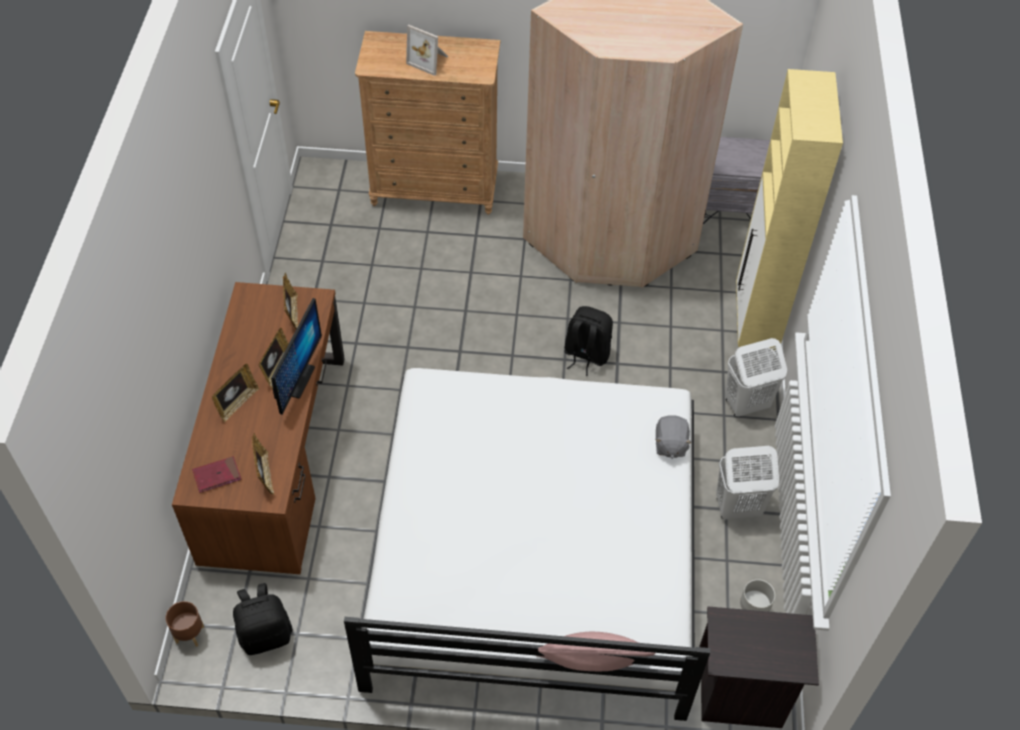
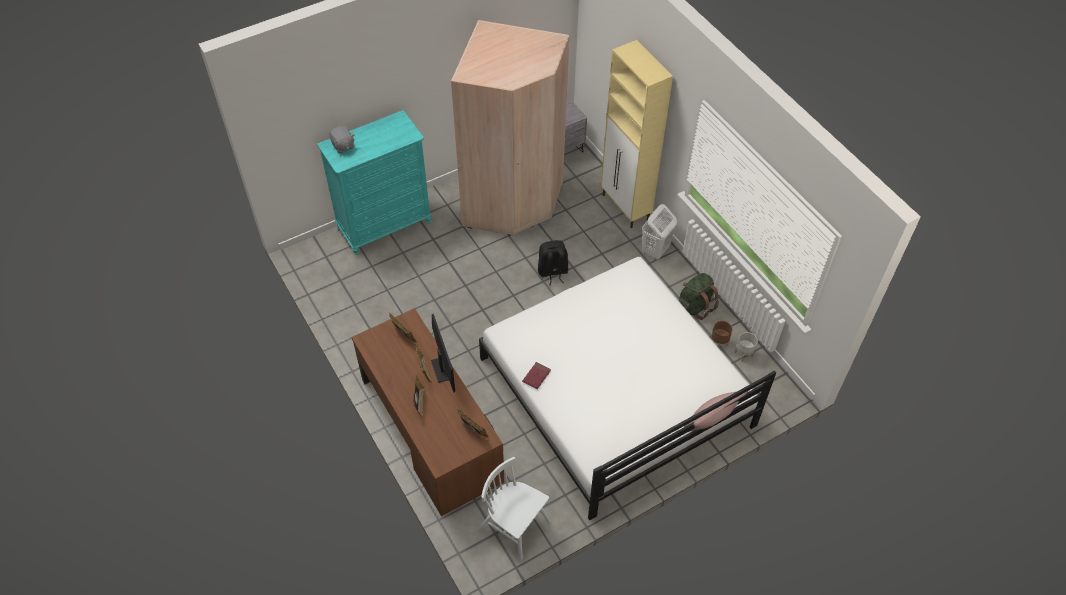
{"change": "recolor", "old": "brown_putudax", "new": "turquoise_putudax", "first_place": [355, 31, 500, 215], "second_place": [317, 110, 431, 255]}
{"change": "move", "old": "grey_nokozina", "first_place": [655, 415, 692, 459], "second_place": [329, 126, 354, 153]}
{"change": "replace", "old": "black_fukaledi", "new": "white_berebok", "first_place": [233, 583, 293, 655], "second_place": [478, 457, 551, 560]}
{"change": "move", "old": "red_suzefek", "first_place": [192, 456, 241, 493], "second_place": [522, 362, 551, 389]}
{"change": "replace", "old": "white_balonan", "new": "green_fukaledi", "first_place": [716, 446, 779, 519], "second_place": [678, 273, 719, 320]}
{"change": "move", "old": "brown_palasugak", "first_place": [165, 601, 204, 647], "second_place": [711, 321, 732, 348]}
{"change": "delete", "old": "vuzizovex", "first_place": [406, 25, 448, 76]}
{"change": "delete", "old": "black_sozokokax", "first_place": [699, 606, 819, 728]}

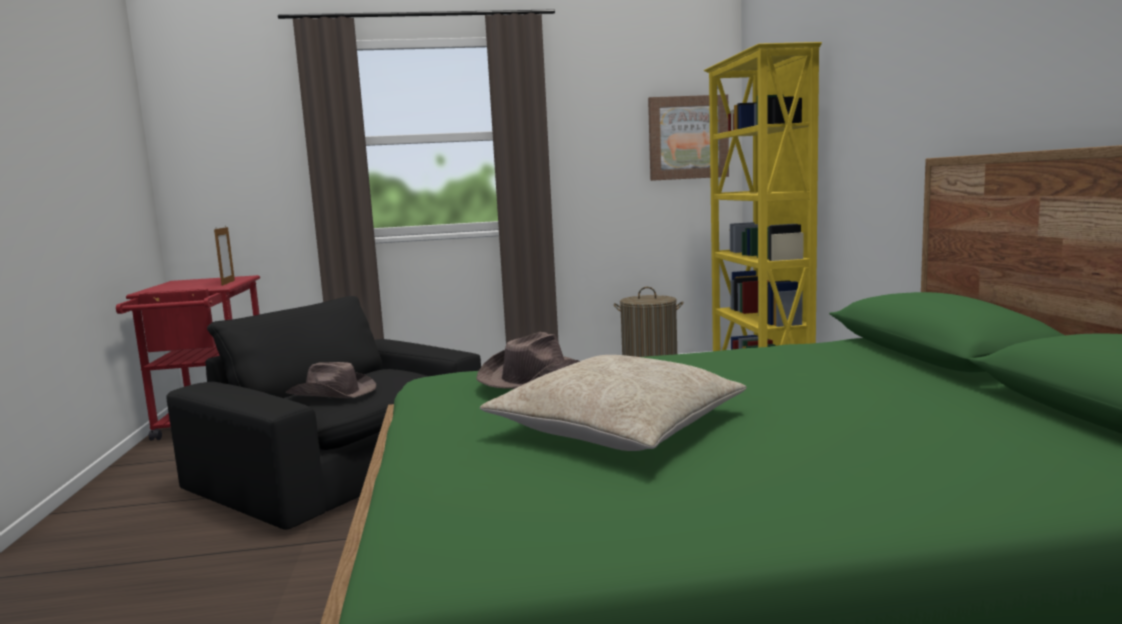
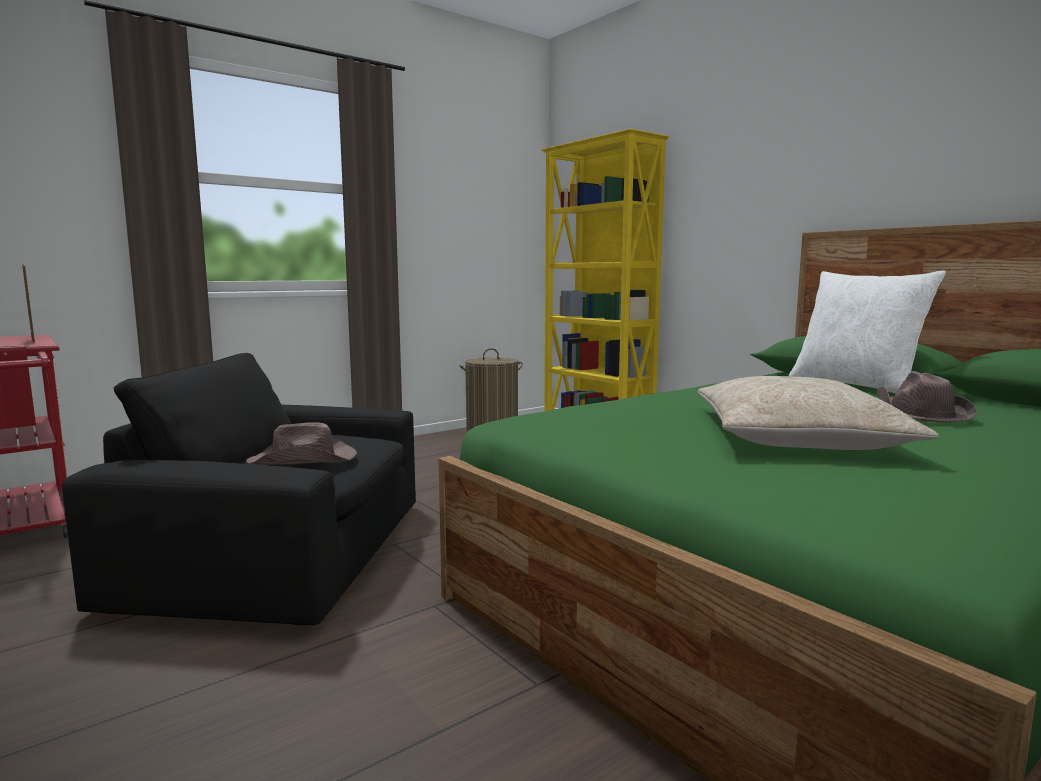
{"change": "insert", "new": "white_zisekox", "second_place": [789, 271, 946, 394]}
{"change": "move", "old": "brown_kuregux", "first_place": [476, 332, 580, 389], "second_place": [876, 371, 977, 423]}
{"change": "delete", "old": "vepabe", "first_place": [648, 95, 729, 181]}

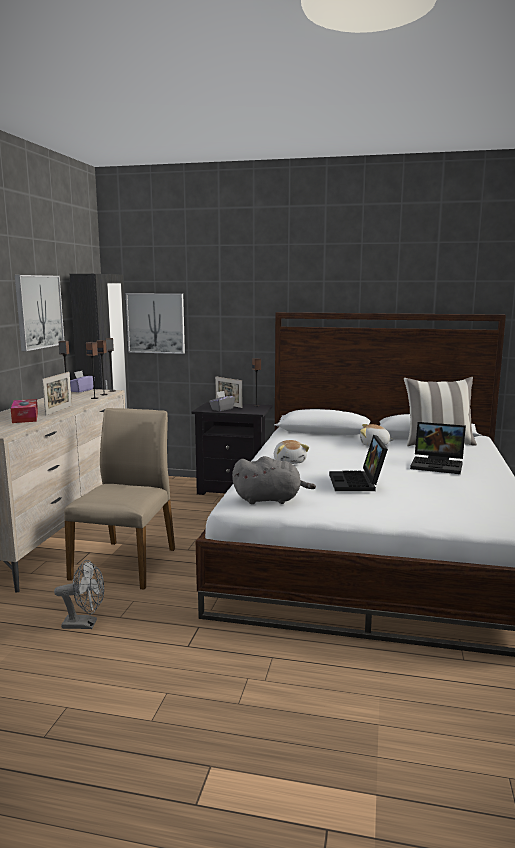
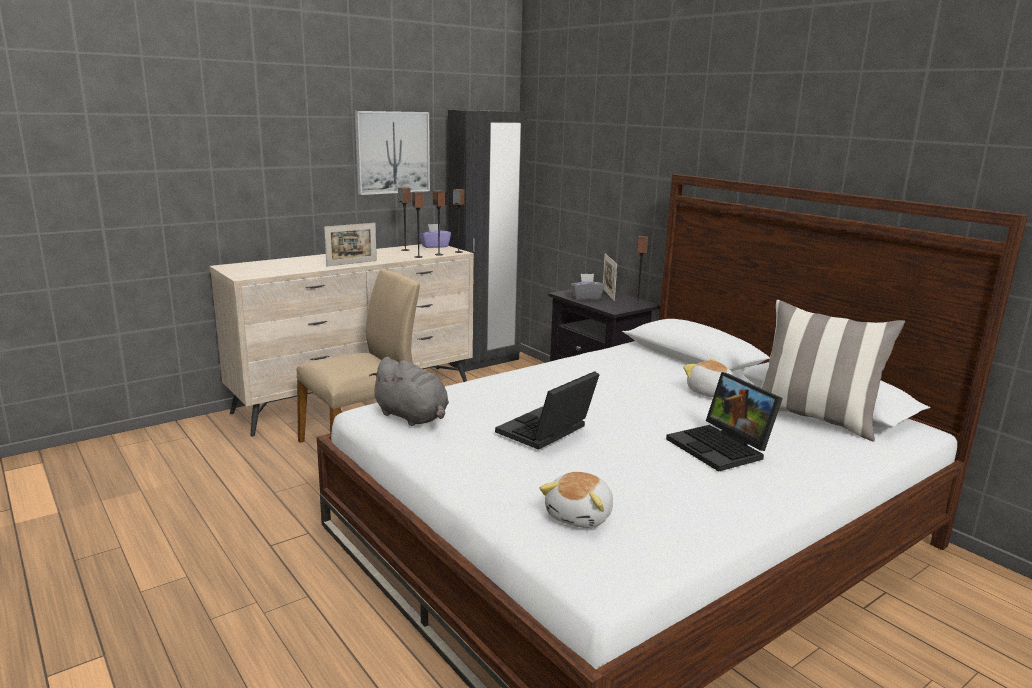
{"change": "move", "old": "nokozina", "first_place": [274, 440, 309, 464], "second_place": [540, 472, 613, 528]}
{"change": "delete", "old": "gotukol", "first_place": [11, 399, 38, 423]}
{"change": "delete", "old": "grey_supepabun", "first_place": [54, 560, 104, 629]}
{"change": "delete", "old": "vepabe", "first_place": [126, 293, 185, 354]}

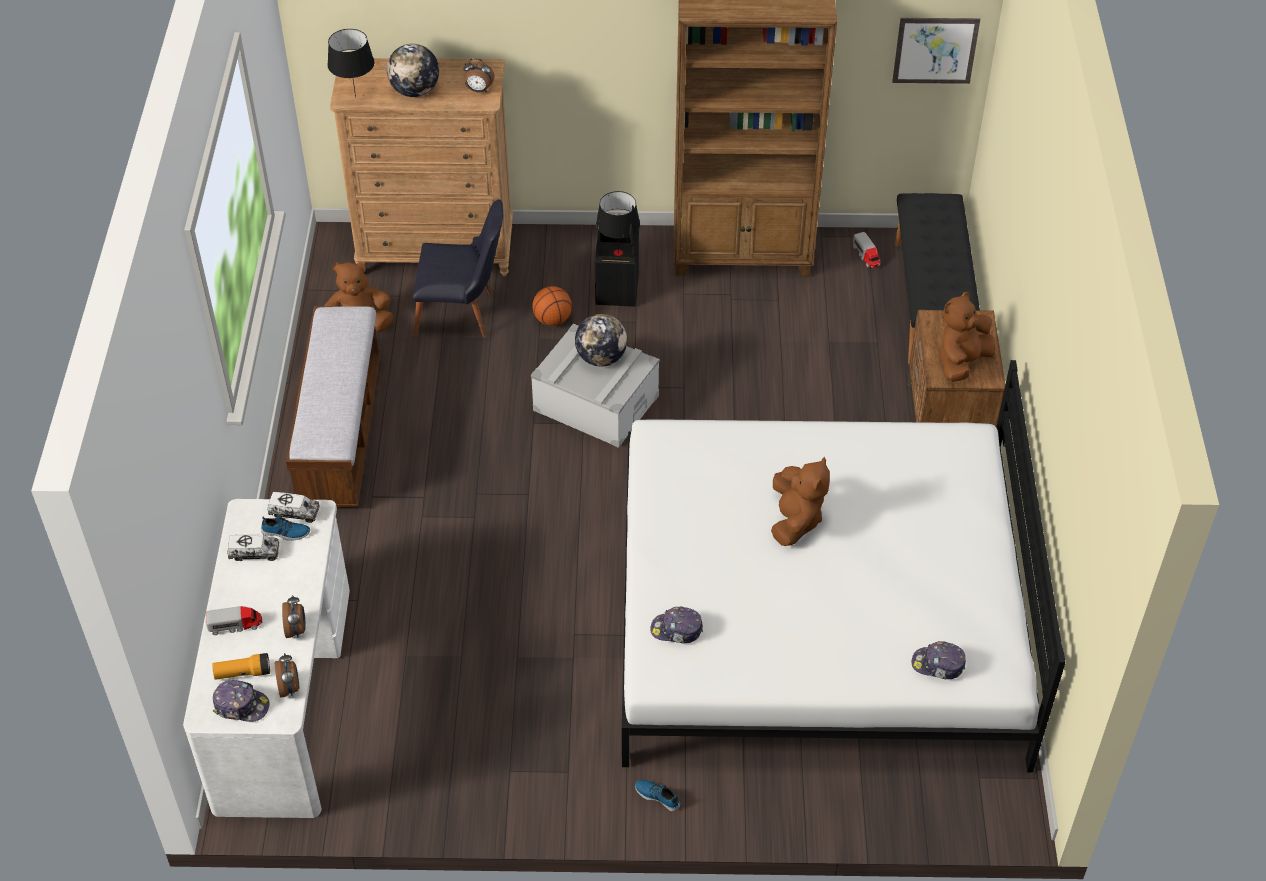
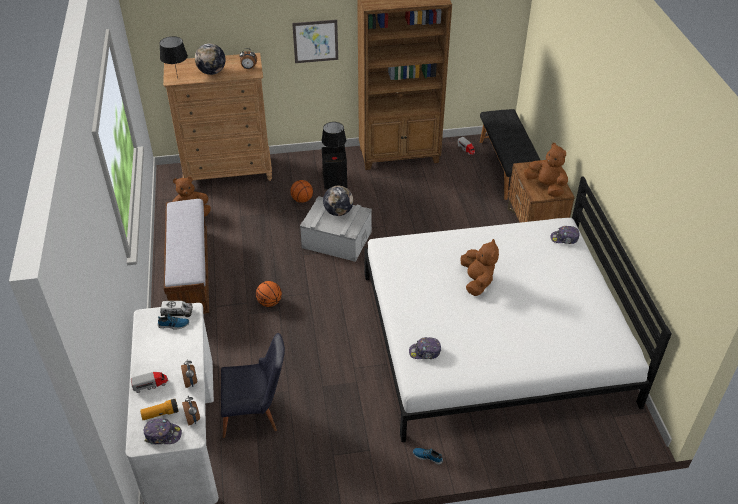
{"change": "move", "old": "black_berebok", "first_place": [413, 199, 503, 338], "second_place": [221, 333, 285, 438]}
{"change": "insert", "new": "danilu", "second_place": [256, 281, 282, 307]}
{"change": "move", "old": "vepabe", "first_place": [892, 18, 980, 84], "second_place": [292, 20, 338, 63]}
{"change": "rotate", "old": "brown_nokozina", "first_place": [940, 292, 996, 382], "second_place": [524, 143, 568, 197], "degrees": 105}
{"change": "move", "old": "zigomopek", "first_place": [911, 641, 966, 679], "second_place": [550, 226, 579, 244]}
{"change": "delete", "old": "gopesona", "first_place": [227, 534, 279, 561]}

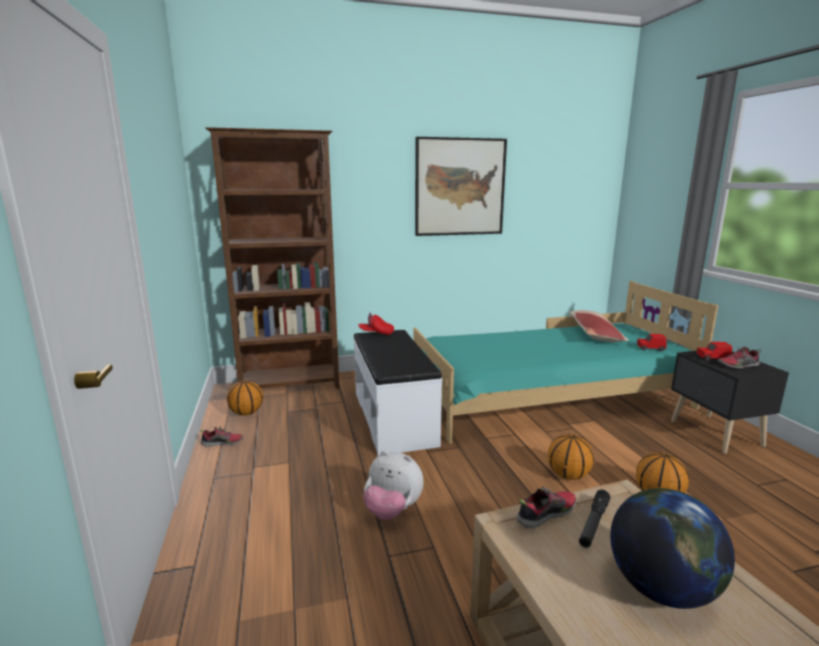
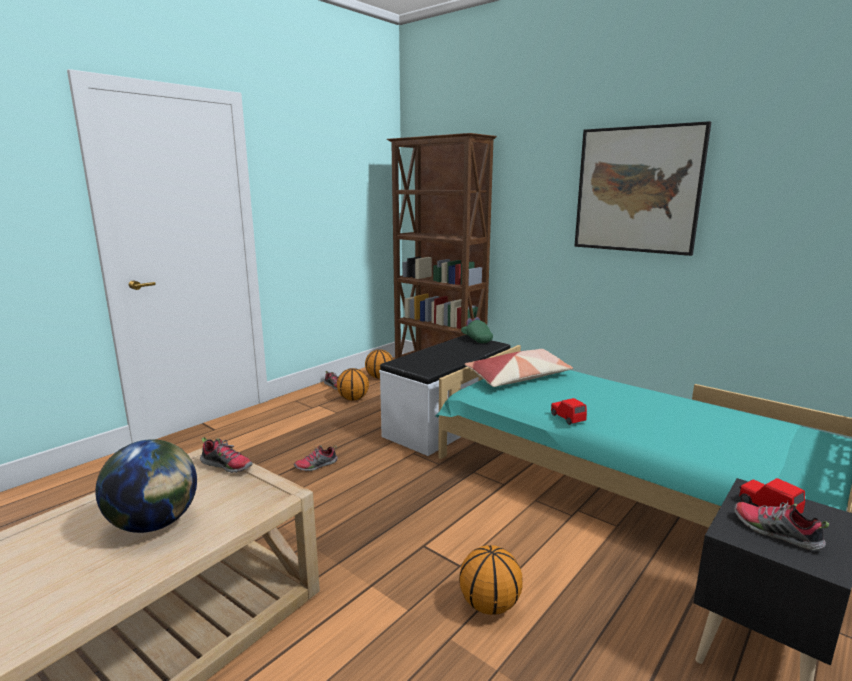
{"change": "replace", "old": "nokozina", "new": "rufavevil", "first_place": [363, 451, 424, 520], "second_place": [294, 445, 338, 471]}
{"change": "move", "old": "danilu", "first_place": [548, 434, 594, 480], "second_place": [337, 368, 369, 401]}
{"change": "recolor", "old": "red_zigomopek", "new": "green_zigomopek", "first_place": [359, 313, 394, 335], "second_place": [461, 317, 493, 343]}
{"change": "move", "old": "zisekox", "first_place": [569, 310, 629, 342], "second_place": [465, 349, 573, 387]}
{"change": "move", "old": "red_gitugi", "first_place": [637, 334, 667, 351], "second_place": [551, 398, 587, 425]}
{"change": "delete", "old": "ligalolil", "first_place": [579, 490, 610, 548]}

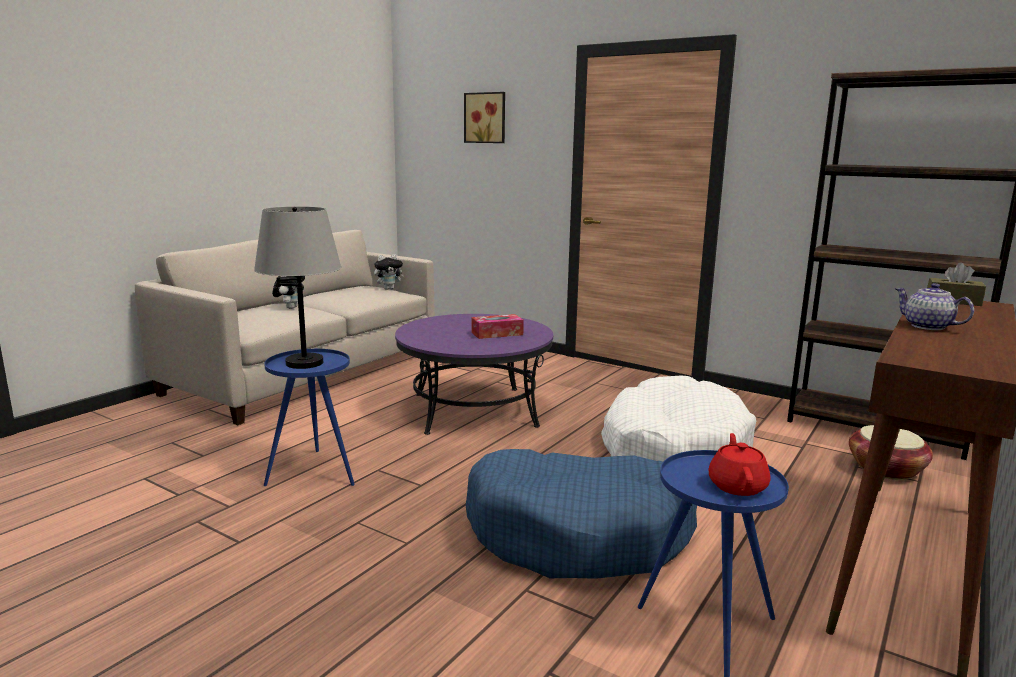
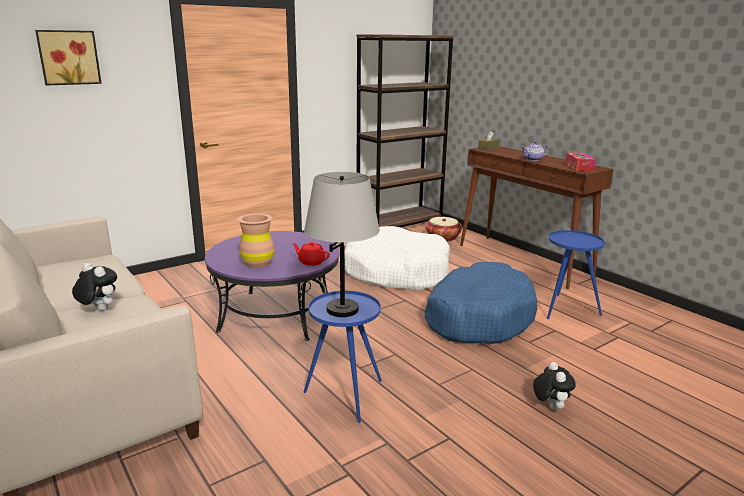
{"change": "insert", "new": "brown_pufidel", "second_place": [237, 213, 275, 268]}
{"change": "move", "old": "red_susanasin", "first_place": [709, 433, 771, 496], "second_place": [292, 242, 330, 266]}
{"change": "move", "old": "nokozina", "first_place": [374, 254, 404, 290], "second_place": [533, 362, 576, 410]}
{"change": "move", "old": "gotukol", "first_place": [471, 314, 524, 339], "second_place": [565, 152, 596, 171]}

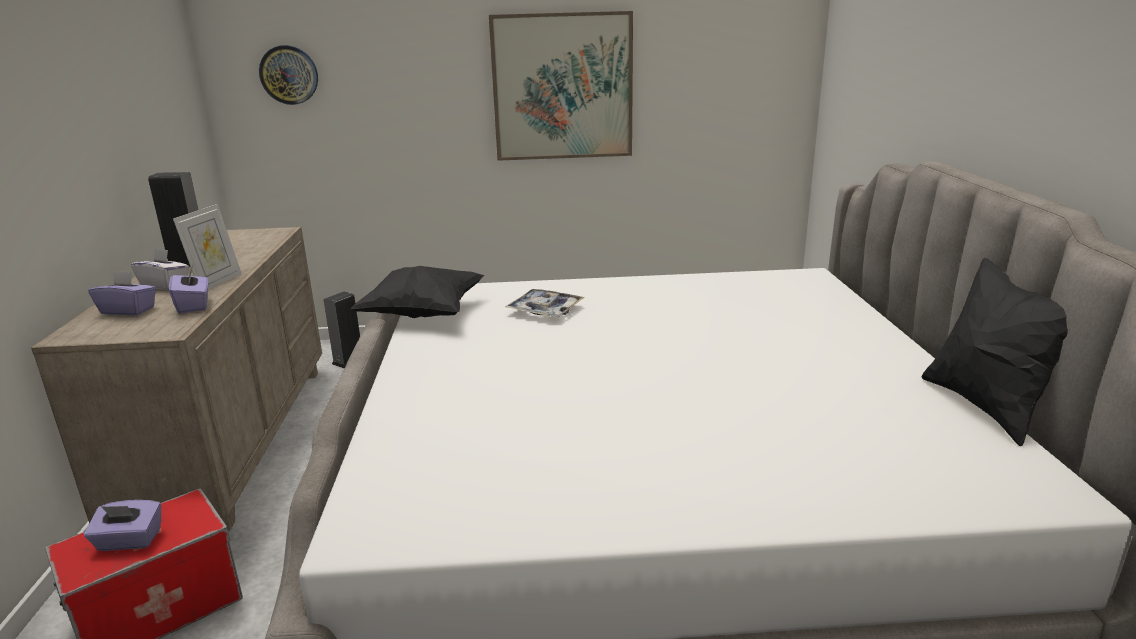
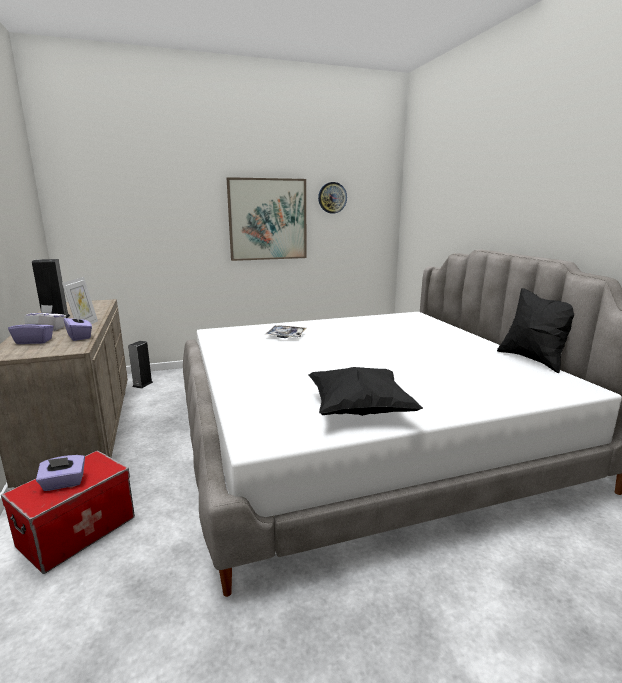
{"change": "move", "old": "black_zisekox", "first_place": [351, 266, 484, 318], "second_place": [309, 367, 423, 416]}
{"change": "move", "old": "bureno", "first_place": [259, 45, 318, 105], "second_place": [318, 182, 347, 213]}

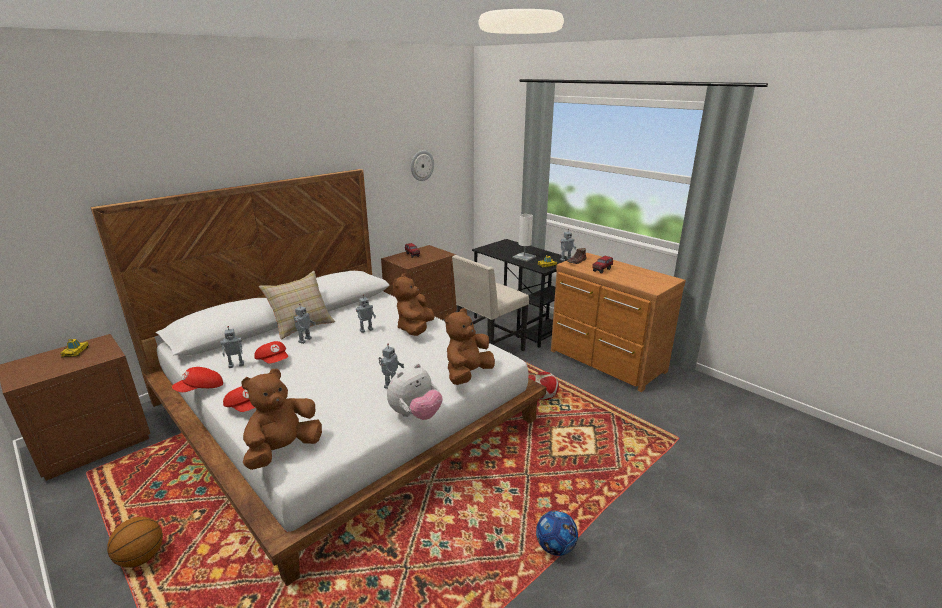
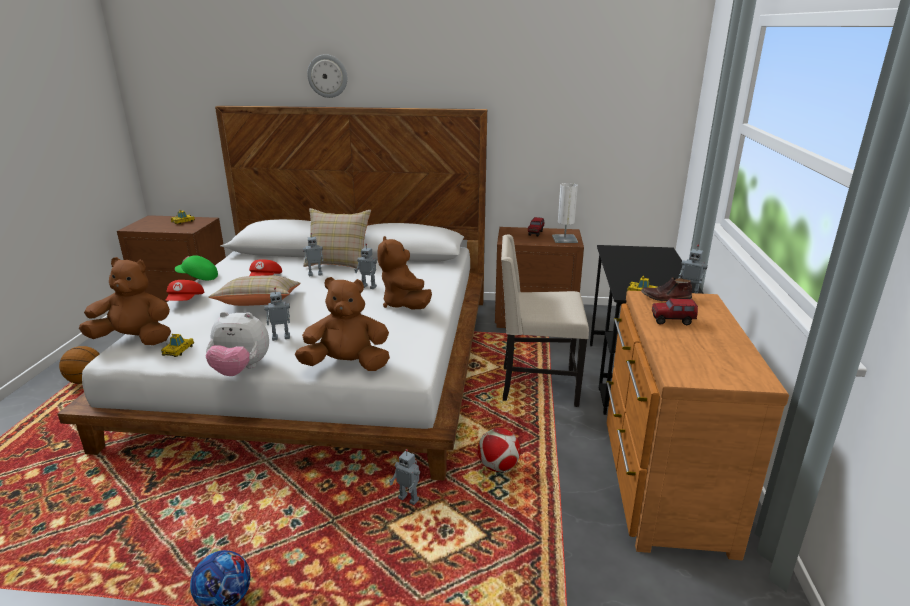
{"change": "insert", "new": "gitugi", "second_place": [161, 334, 194, 357]}
{"change": "recolor", "old": "red_zigomopek", "new": "green_zigomopek", "first_place": [172, 367, 223, 392], "second_place": [175, 255, 218, 280]}
{"change": "insert", "new": "beige_zisekox", "second_place": [209, 275, 301, 306]}
{"change": "move", "old": "bureno", "first_place": [411, 150, 434, 181], "second_place": [307, 54, 347, 98]}
{"change": "rotate", "old": "brown_nokozina", "first_place": [393, 273, 435, 336], "second_place": [377, 236, 432, 309], "degrees": -75}
{"change": "move", "old": "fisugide", "first_place": [220, 326, 244, 368], "second_place": [389, 449, 420, 505]}
{"change": "move", "old": "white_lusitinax", "first_place": [512, 214, 536, 261], "second_place": [552, 183, 578, 243]}

